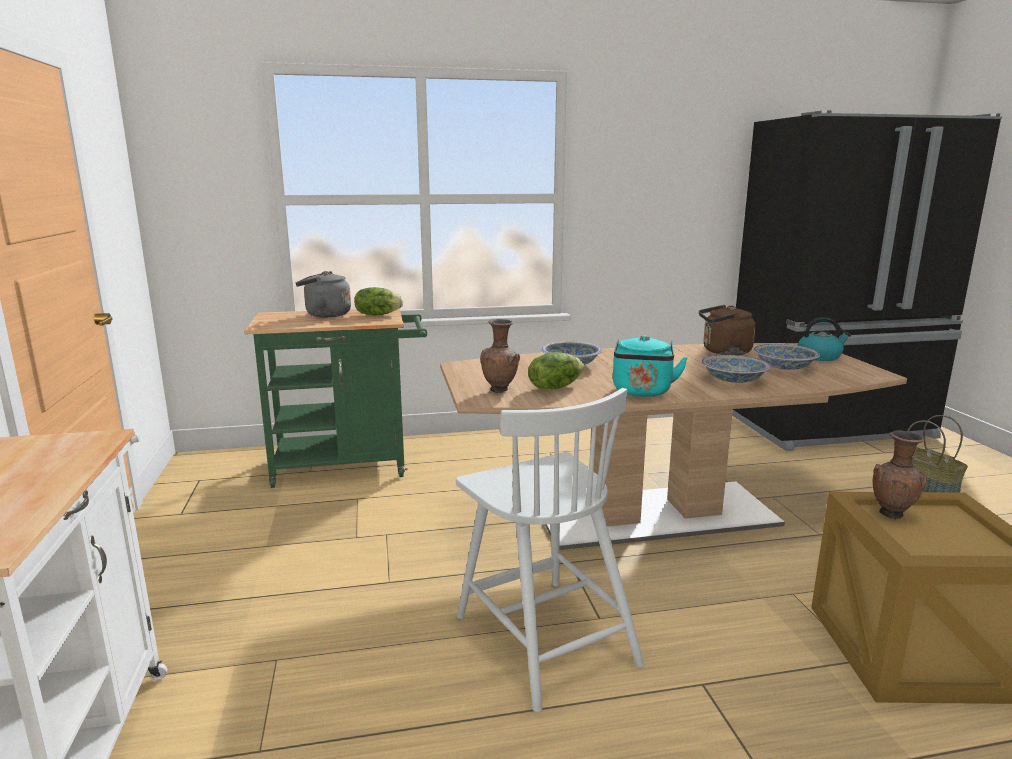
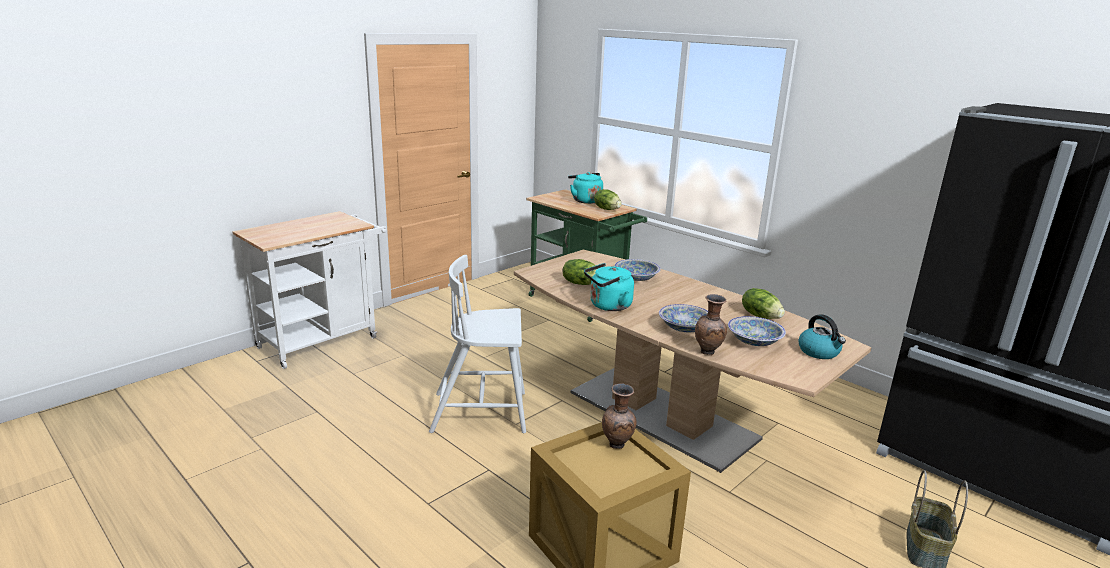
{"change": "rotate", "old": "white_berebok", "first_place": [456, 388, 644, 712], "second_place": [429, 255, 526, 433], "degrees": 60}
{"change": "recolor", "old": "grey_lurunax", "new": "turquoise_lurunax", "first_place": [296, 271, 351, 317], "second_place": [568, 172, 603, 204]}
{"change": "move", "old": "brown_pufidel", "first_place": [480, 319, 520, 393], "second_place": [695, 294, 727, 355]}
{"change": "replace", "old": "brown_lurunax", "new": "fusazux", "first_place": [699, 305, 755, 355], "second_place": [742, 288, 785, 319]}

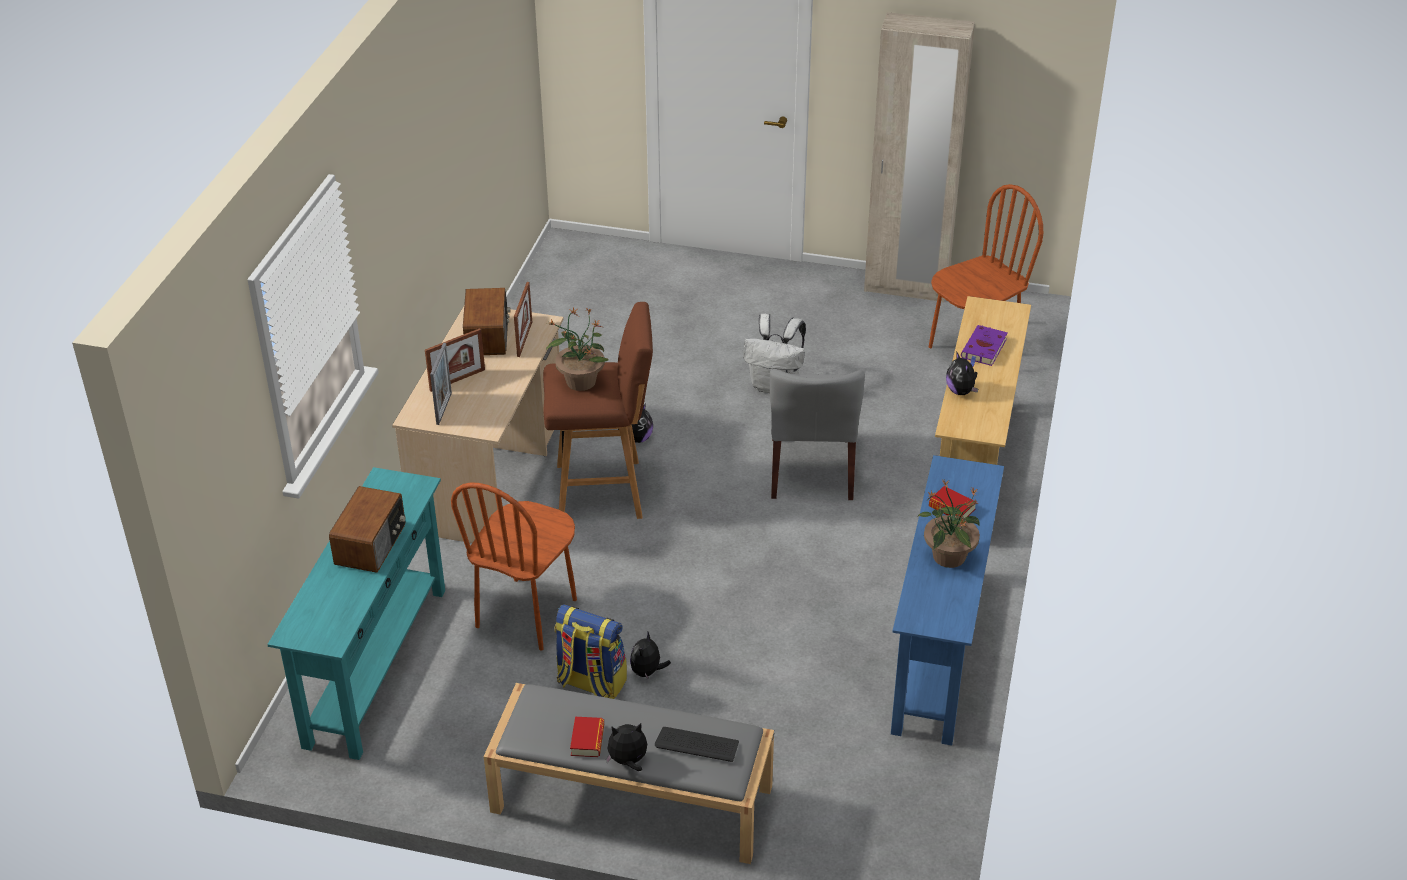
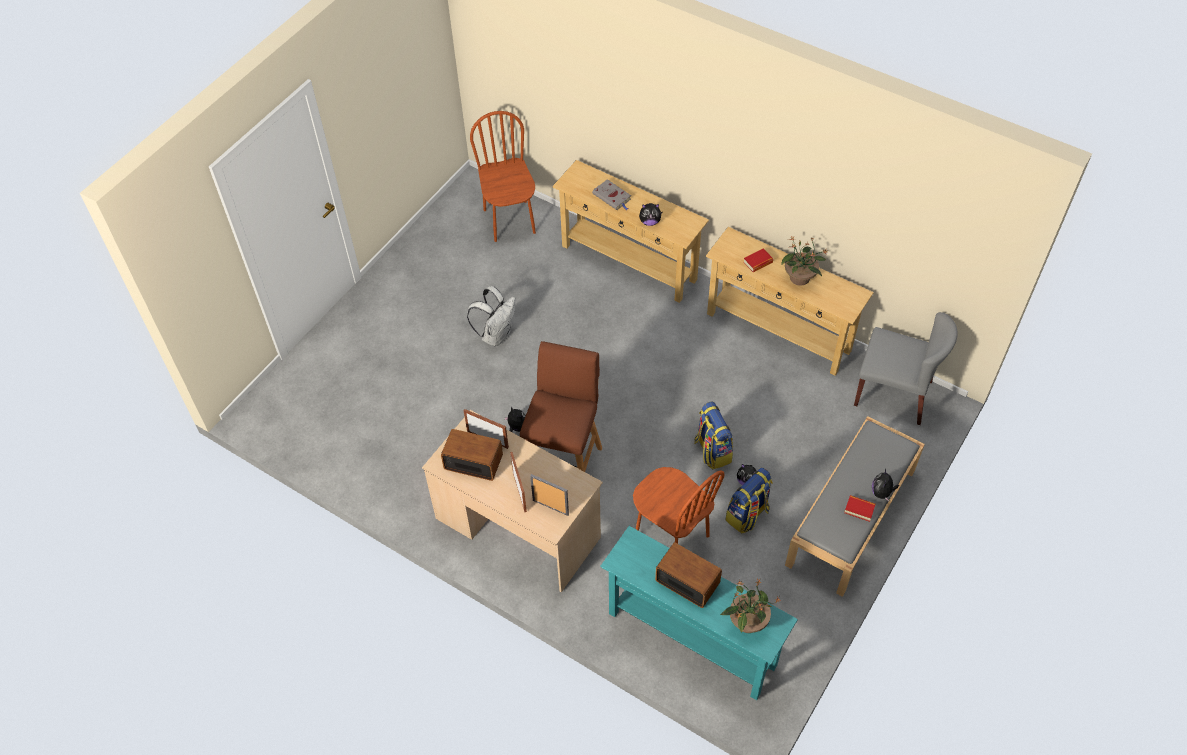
{"change": "recolor", "old": "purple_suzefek", "new": "grey_suzefek", "first_place": [961, 325, 1008, 367], "second_place": [592, 179, 631, 210]}
{"change": "insert", "new": "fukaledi", "second_place": [694, 401, 733, 469]}
{"change": "recolor", "old": "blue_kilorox", "new": "beige_kilorox", "first_place": [891, 455, 1004, 746], "second_place": [706, 227, 874, 376]}
{"change": "move", "old": "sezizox", "first_place": [546, 307, 609, 391], "second_place": [720, 579, 781, 633]}
{"change": "move", "old": "grey_berebok", "first_place": [770, 369, 865, 500], "second_place": [854, 312, 958, 425]}
{"change": "delete", "old": "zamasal", "first_place": [655, 727, 739, 762]}
{"change": "delete", "old": "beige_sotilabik", "first_place": [864, 12, 975, 302]}

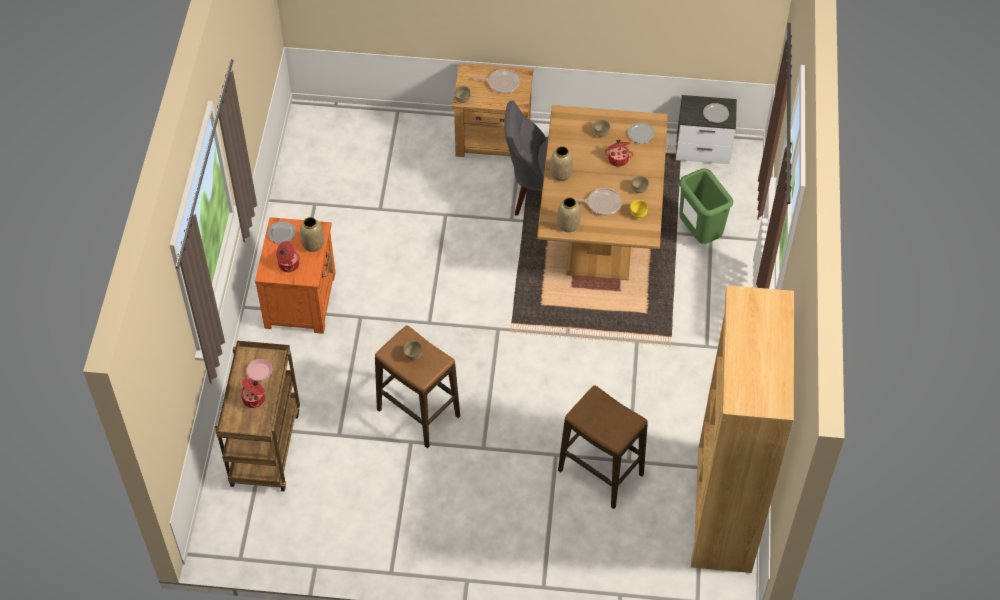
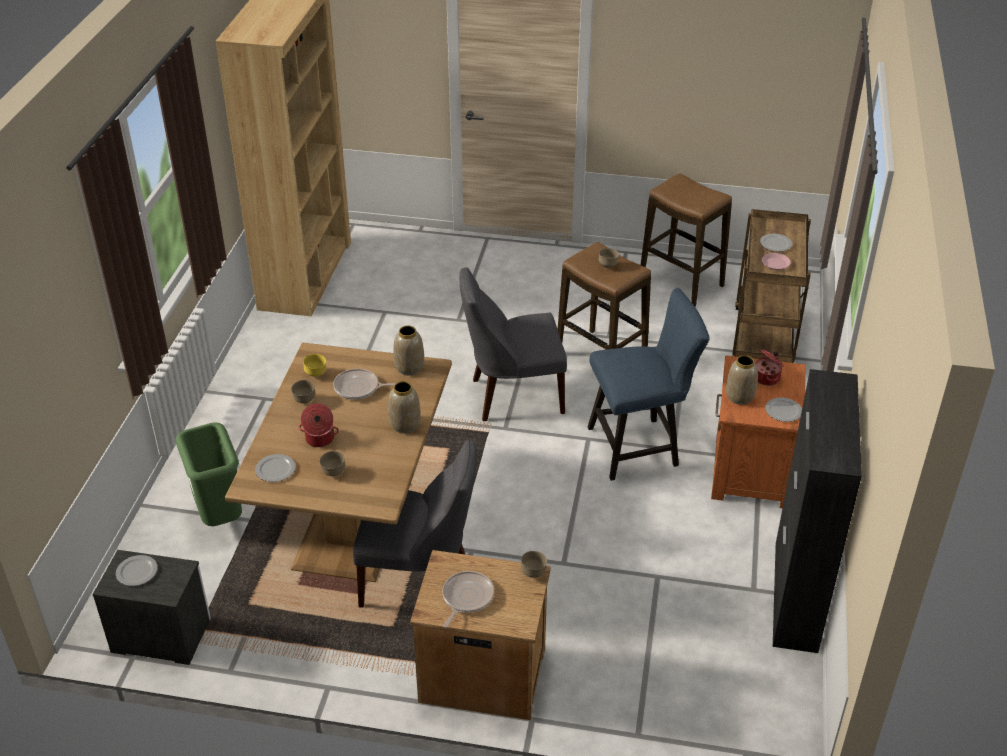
{"change": "rotate", "old": "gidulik", "first_place": [472, 69, 520, 93], "second_place": [442, 571, 494, 628], "degrees": 105}
{"change": "insert", "new": "grey_berebok", "second_place": [459, 267, 567, 421]}
{"change": "insert", "new": "blue_berebok", "second_place": [588, 288, 710, 481]}
{"change": "move", "old": "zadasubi", "first_place": [558, 385, 648, 509], "second_place": [641, 173, 732, 306]}
{"change": "replace", "old": "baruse", "new": "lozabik", "first_place": [240, 378, 265, 408], "second_place": [760, 234, 792, 252]}
{"change": "insert", "new": "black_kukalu", "second_place": [773, 369, 862, 653]}

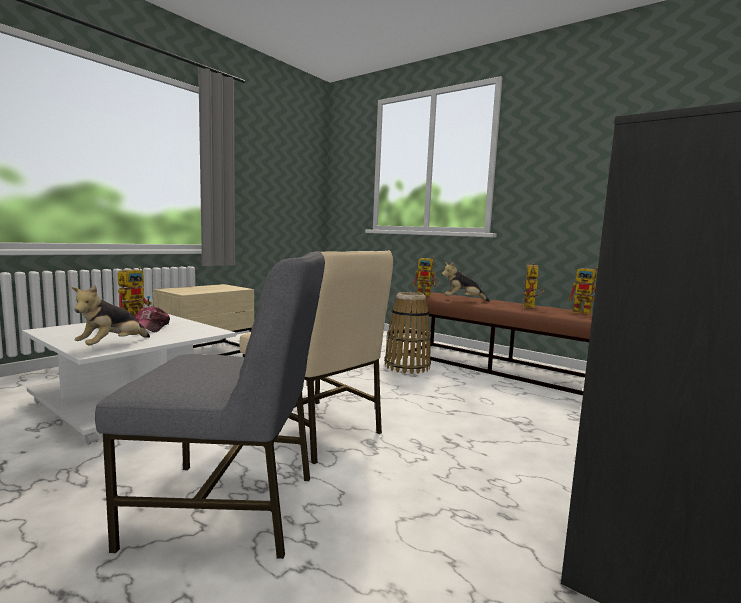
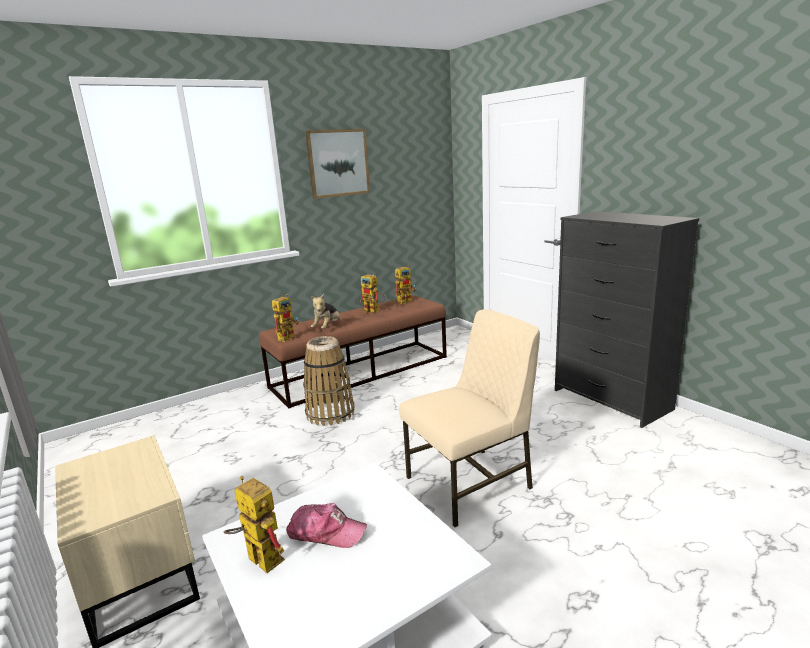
{"change": "insert", "new": "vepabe", "second_place": [305, 129, 370, 199]}
{"change": "delete", "old": "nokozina", "first_place": [71, 285, 150, 345]}
{"change": "delete", "old": "grey_berebok", "first_place": [95, 251, 325, 559]}

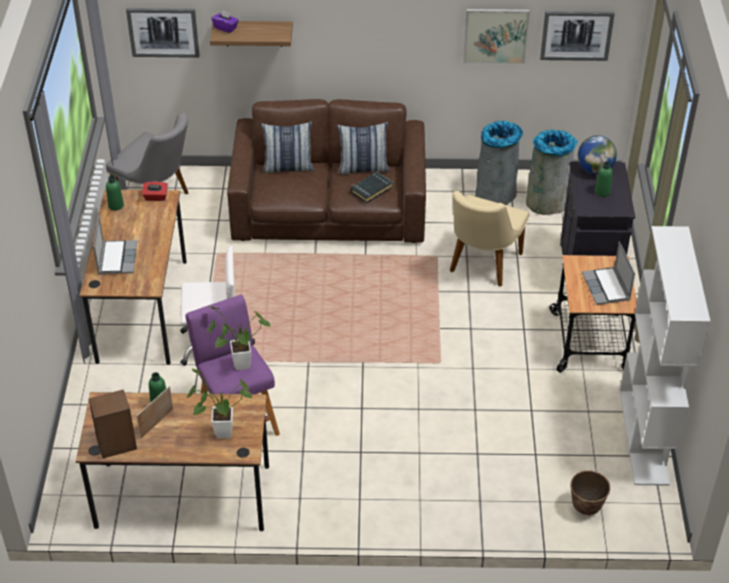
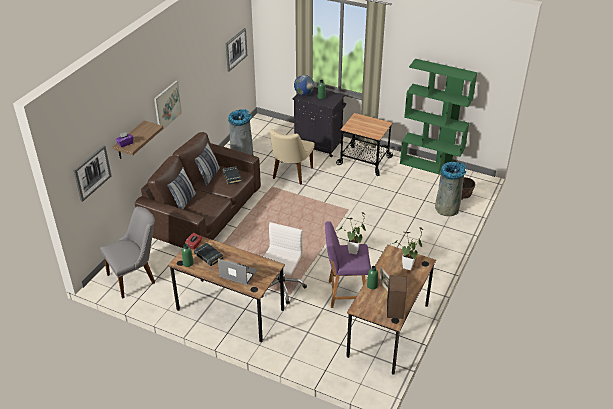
{"change": "move", "old": "vepabe", "first_place": [463, 9, 530, 64], "second_place": [154, 80, 182, 132]}
{"change": "insert", "new": "black_suzefek", "second_place": [194, 242, 223, 266]}
{"change": "rotate", "old": "beige_berebok", "first_place": [450, 191, 529, 287], "second_place": [270, 129, 315, 185], "degrees": 60}
{"change": "recolor", "old": "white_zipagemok", "new": "green_zipagemok", "first_place": [620, 226, 711, 486], "second_place": [400, 59, 477, 175]}
{"change": "move", "old": "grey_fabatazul", "first_place": [526, 129, 578, 215], "second_place": [435, 162, 466, 216]}
{"change": "delete", "old": "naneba", "first_place": [582, 242, 635, 305]}

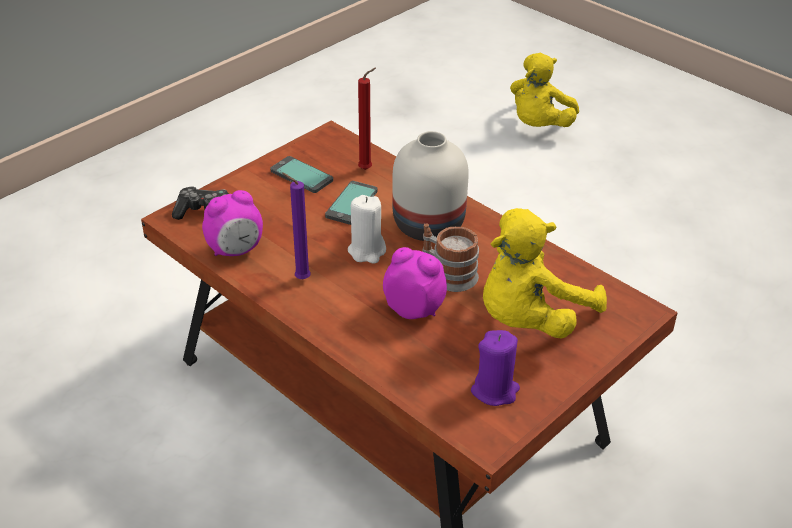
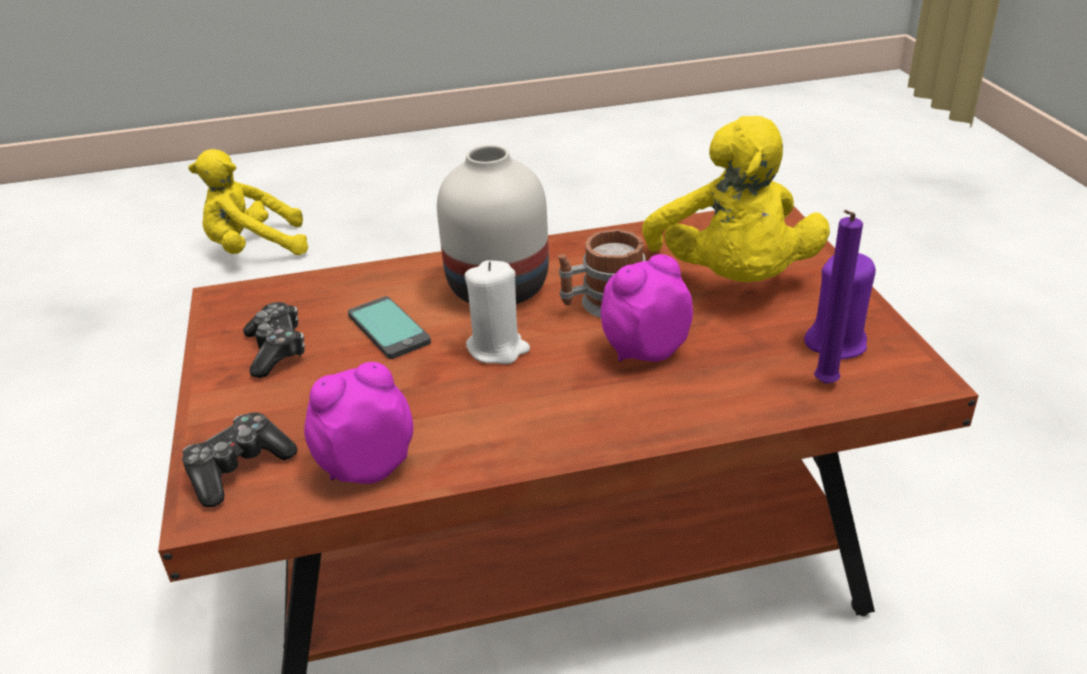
{"change": "rotate", "old": "yellow_nokozina", "first_place": [510, 53, 579, 127], "second_place": [188, 149, 308, 255], "degrees": 105}
{"change": "replace", "old": "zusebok", "new": "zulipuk", "first_place": [270, 156, 333, 193], "second_place": [243, 302, 305, 378]}
{"change": "rotate", "old": "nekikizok", "first_place": [202, 190, 263, 256], "second_place": [304, 362, 413, 484], "degrees": -120}
{"change": "move", "old": "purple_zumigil", "first_place": [282, 172, 311, 279], "second_place": [814, 210, 863, 384]}
{"change": "delete", "old": "red_zumigil", "first_place": [358, 68, 376, 170]}

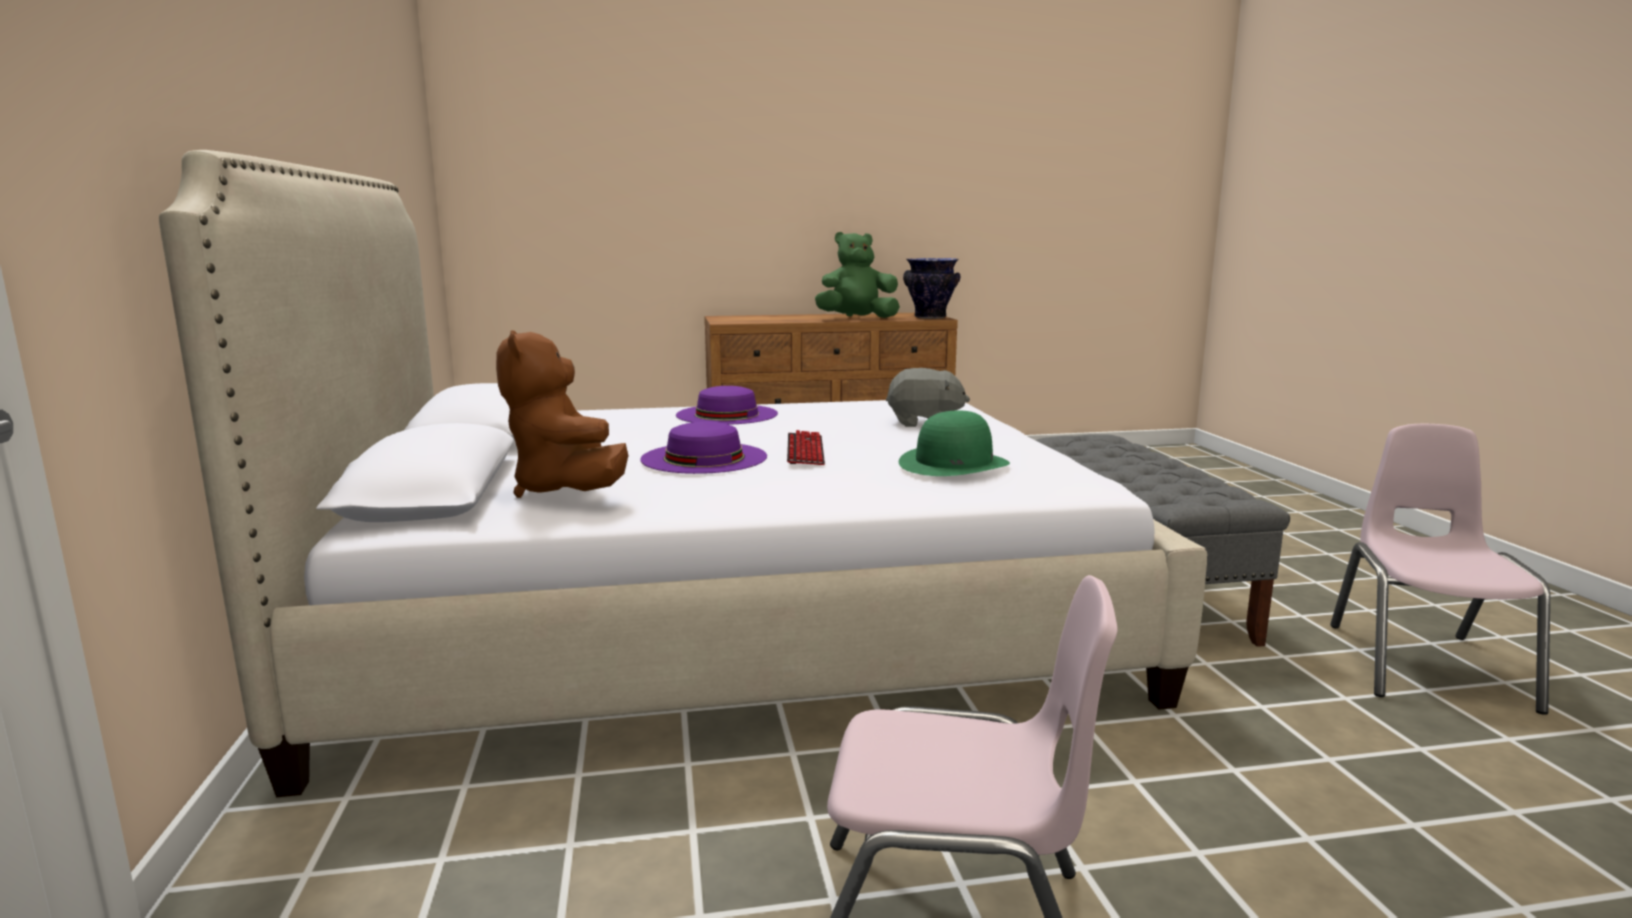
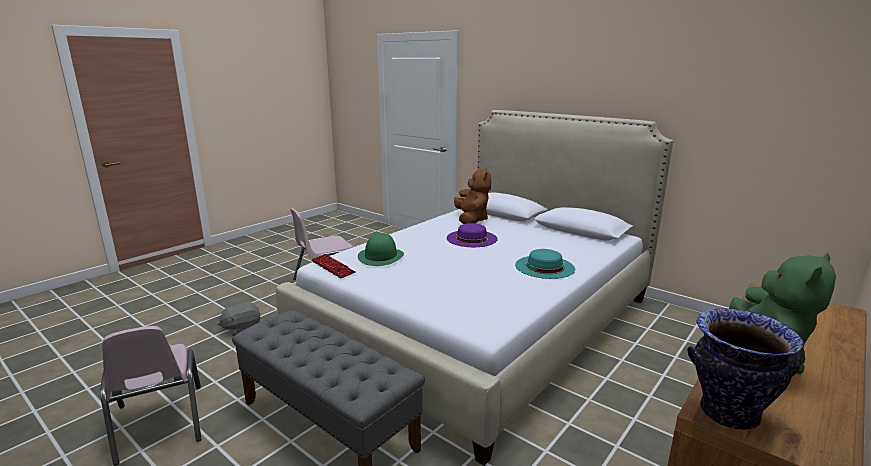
{"change": "move", "old": "grey_nokozina", "first_place": [886, 368, 970, 427], "second_place": [218, 301, 261, 336]}
{"change": "move", "old": "zamasal", "first_place": [787, 430, 825, 465], "second_place": [311, 254, 356, 278]}
{"change": "rotate", "old": "brown_nokozina", "first_place": [496, 330, 629, 498], "second_place": [454, 167, 491, 224], "degrees": 60}
{"change": "recolor", "old": "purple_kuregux", "new": "turquoise_kuregux", "first_place": [676, 386, 778, 425], "second_place": [515, 249, 575, 279]}

